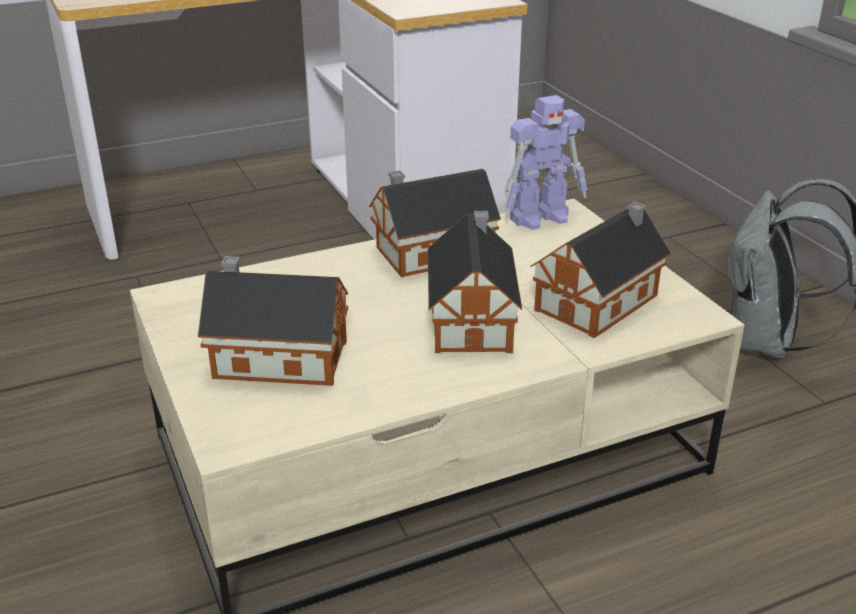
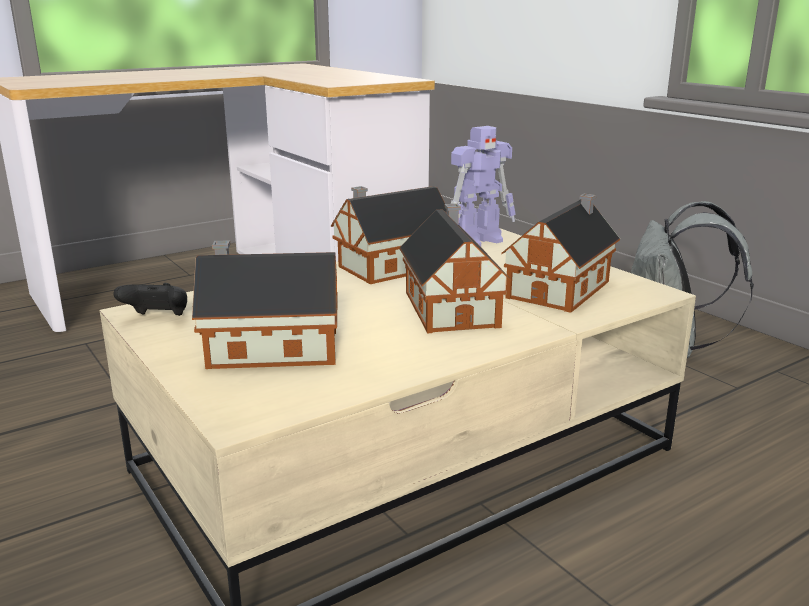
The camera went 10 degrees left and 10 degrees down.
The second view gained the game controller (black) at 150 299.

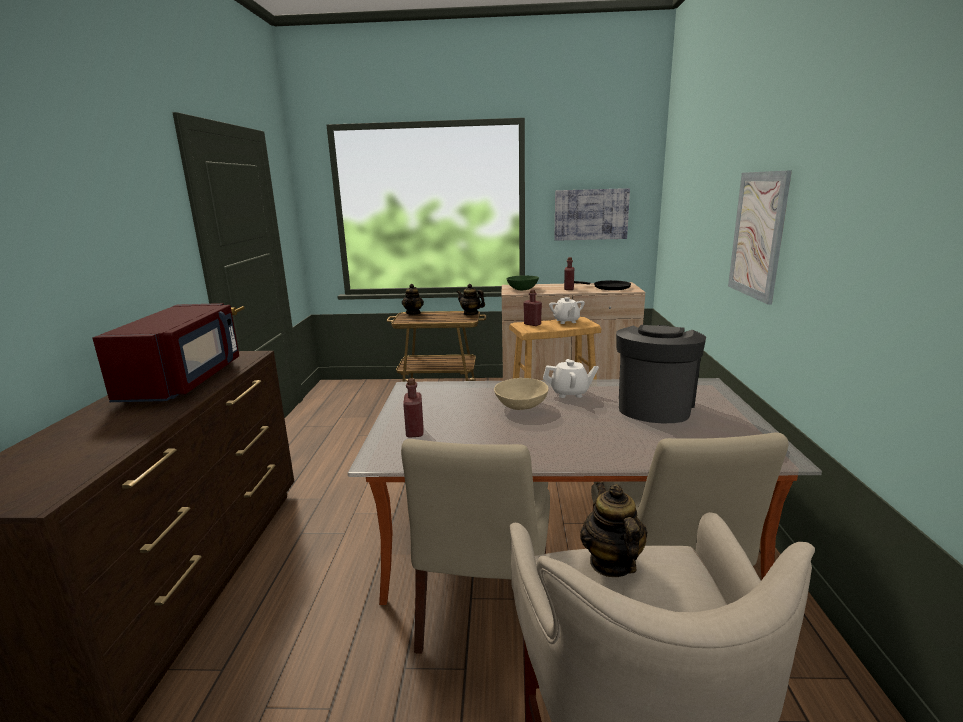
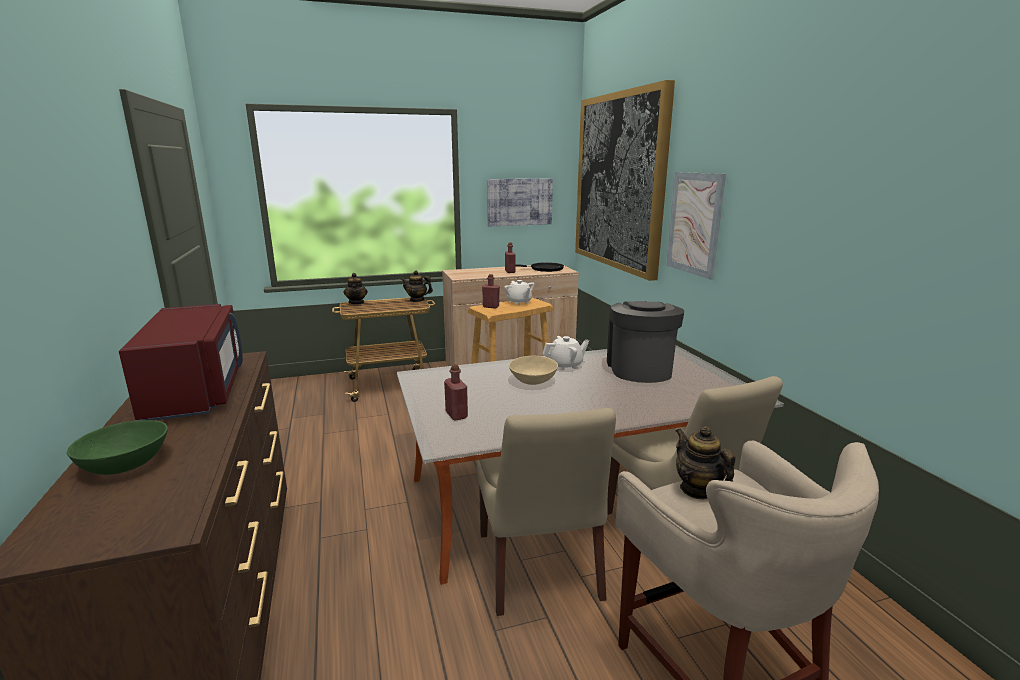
The camera went 20 degrees left and 0 degrees up.
The bowl (green) ended up elsewhere, having gone from 522 283 to 117 447.
The second view gained the picture at 625 180.

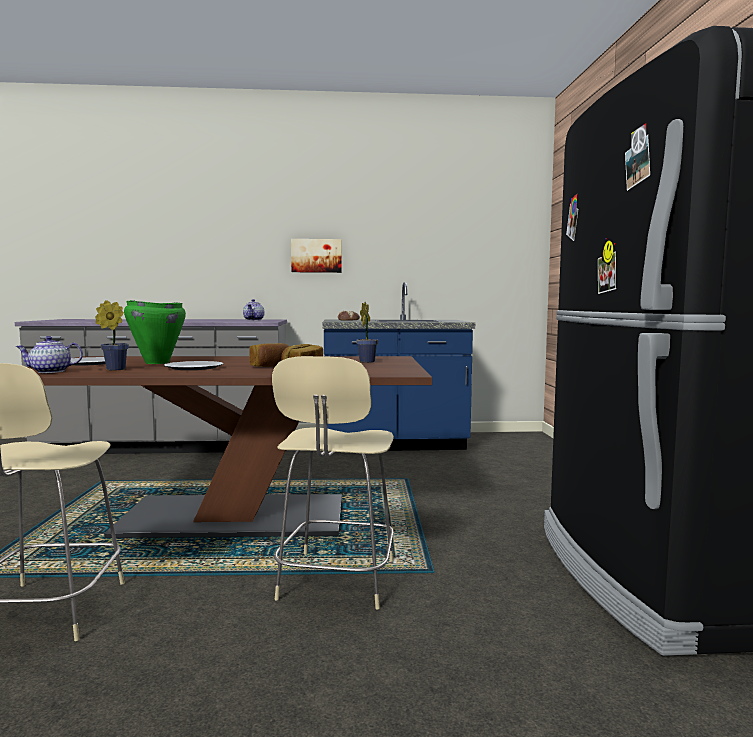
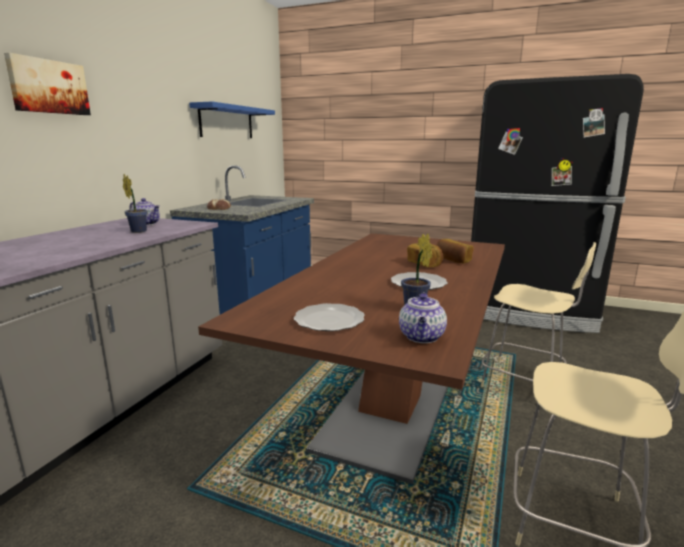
The camera went 65 degrees left and 10 degrees up.
The second view lost the cooking pot (green) at 155 332.
The picture ended up elsewhere, having gone from 316 256 to 47 84.
The potted plant ended up elsewhere, having gone from 367 332 to 135 203.
The second view gained the shelf (blue) at 232 119.

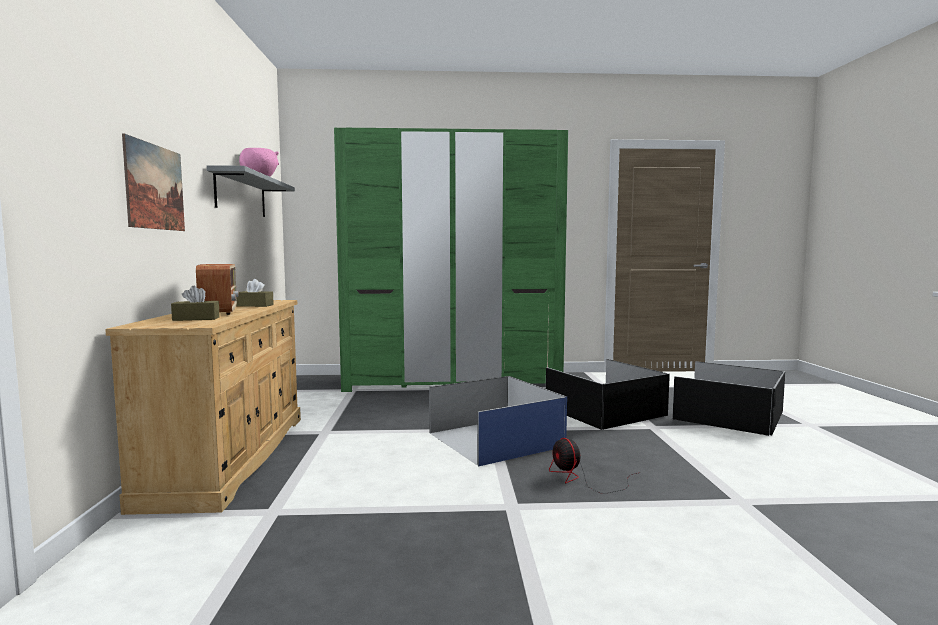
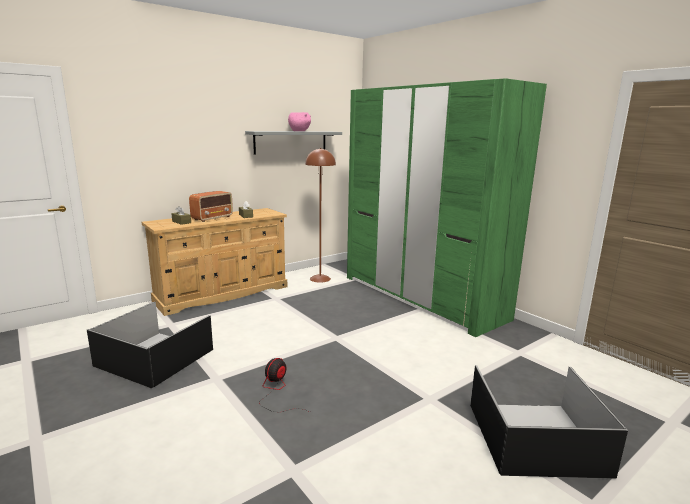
The camera went 55 degrees right and 10 degrees up.
The second view lost the picture at 153 182.
The second view lost the storage box (blue) at 498 421.
The storage box (black) ended up elsewhere, having gone from 608 394 to 150 345.
The second view gained the floor lamp (brown) at 320 215.

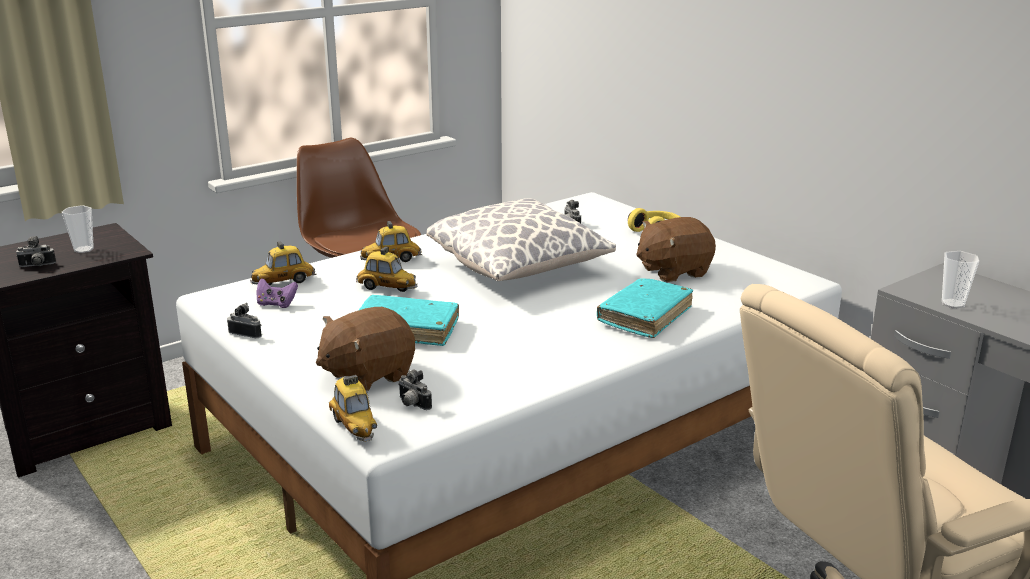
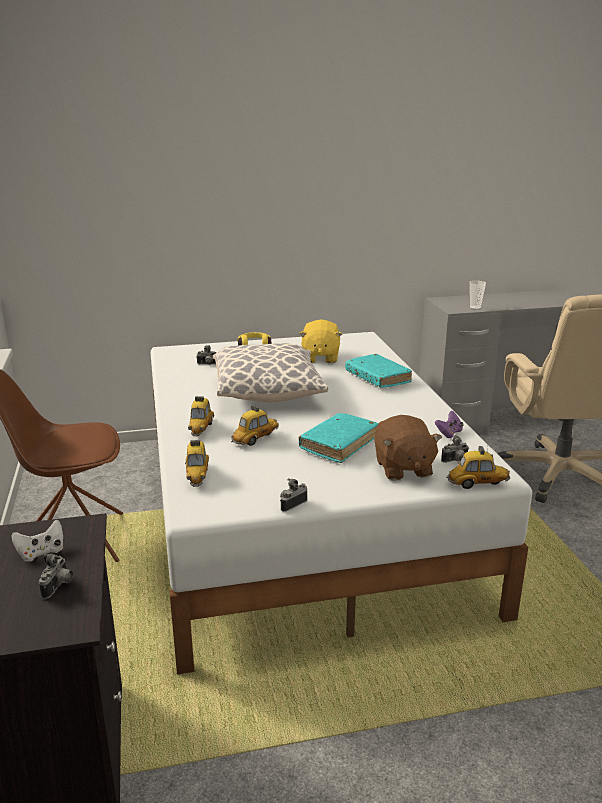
The camera went 65 degrees left and 0 degrees up.
Where the cup stood at 78 229, the game controller (white) came to stand at 37 540.
The game controller (purple) ended up elsewhere, having gone from 277 293 to 449 424.
What was the plush toy (brown) at 676 249 turned into the plush toy (yellow) at 320 341.

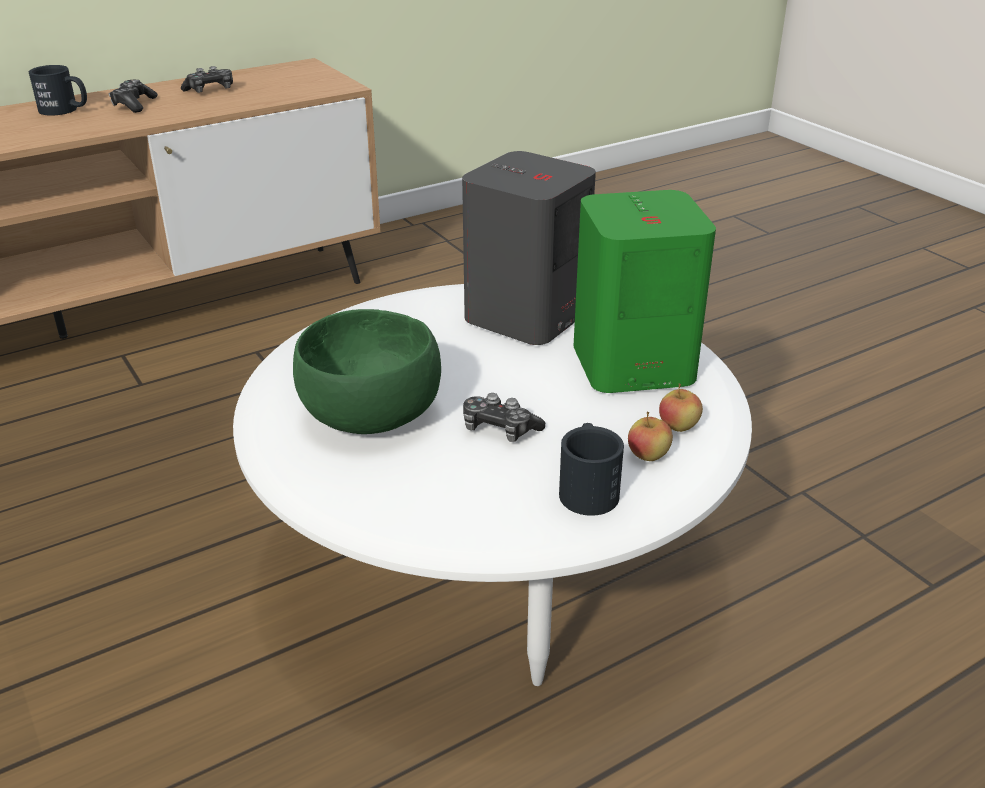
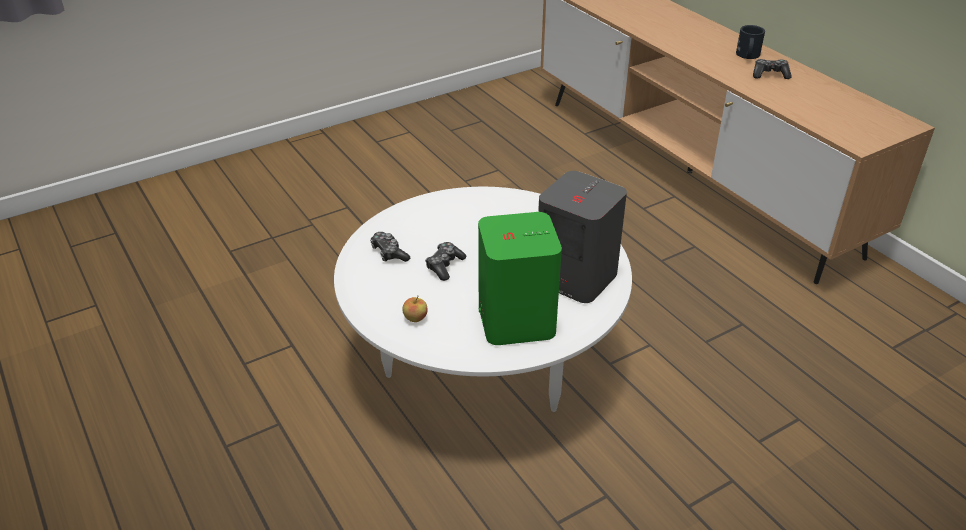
The camera went 90 degrees right and 5 degrees up.
The game controller ended up elsewhere, having gone from 207 79 to 390 247.
The second view lost the bowl (green) at 367 371.
The second view lost the mug (black) at 591 469.
The second view lost the apple at 681 407.

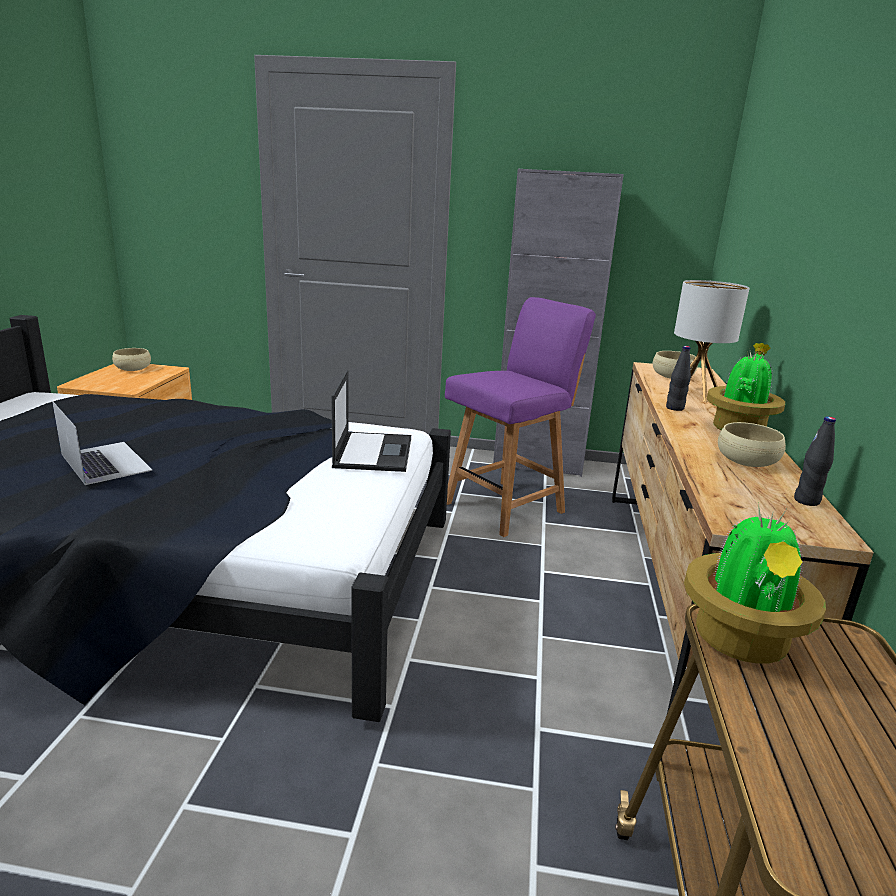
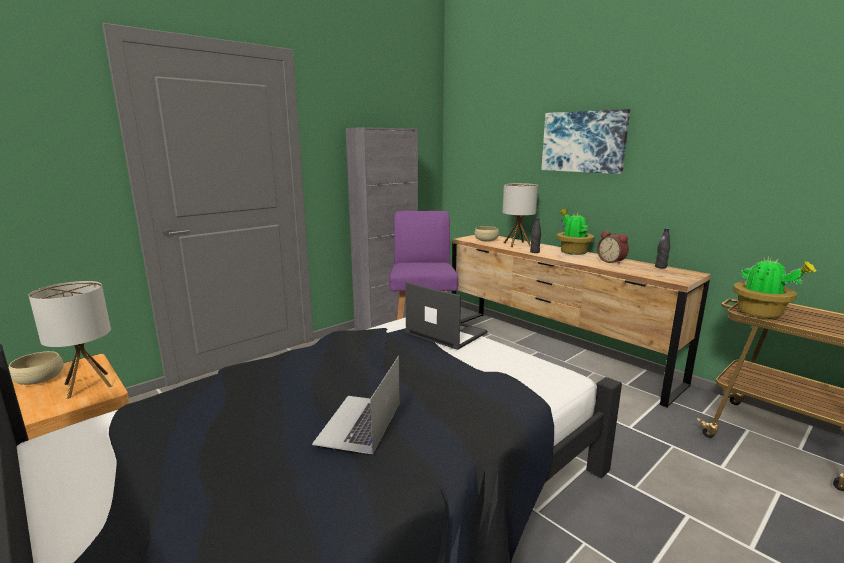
The camera went 50 degrees left and 5 degrees down.
The laptop at 102 443 ended up facing another way, 75 degrees counterclockwise from before.
Where the bowl (beige) stood at 752 444, the alarm clock came to stand at 613 247.
The second view gained the table lamp at 71 340.
The second view gained the picture at 585 141.

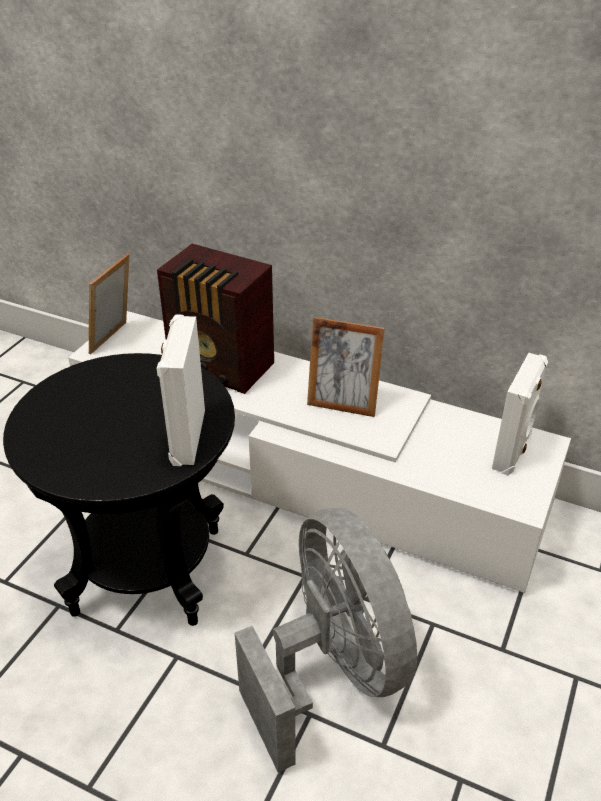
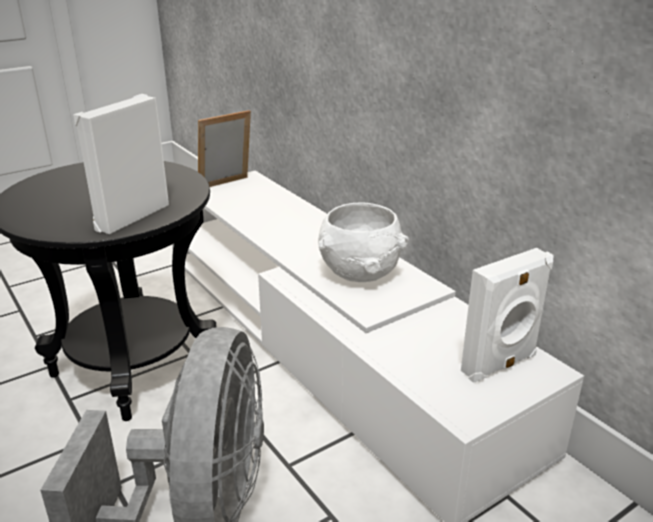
The camera went 30 degrees right and 10 degrees down.
The second view lost the radio at 215 319.
Where the picture frame stood at 346 367, the bowl (white) came to stand at 363 242.

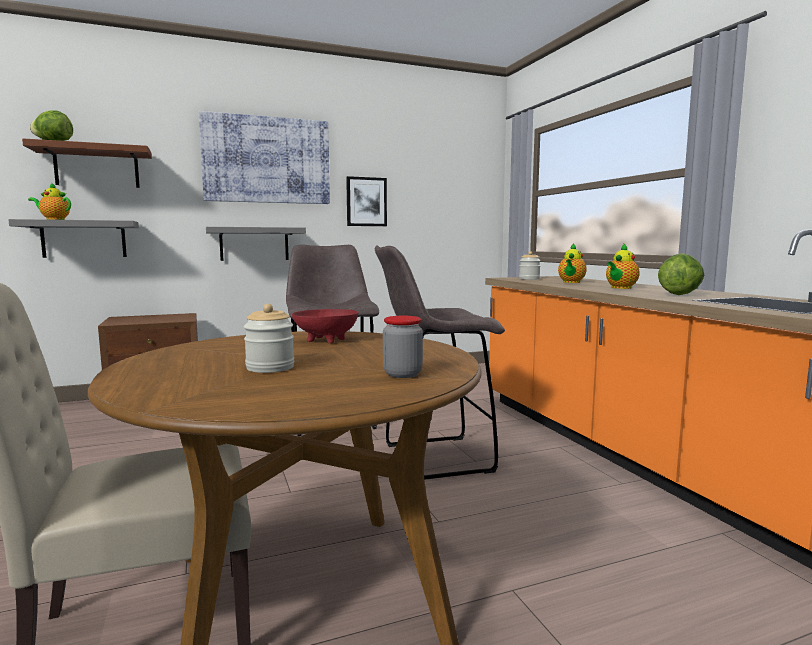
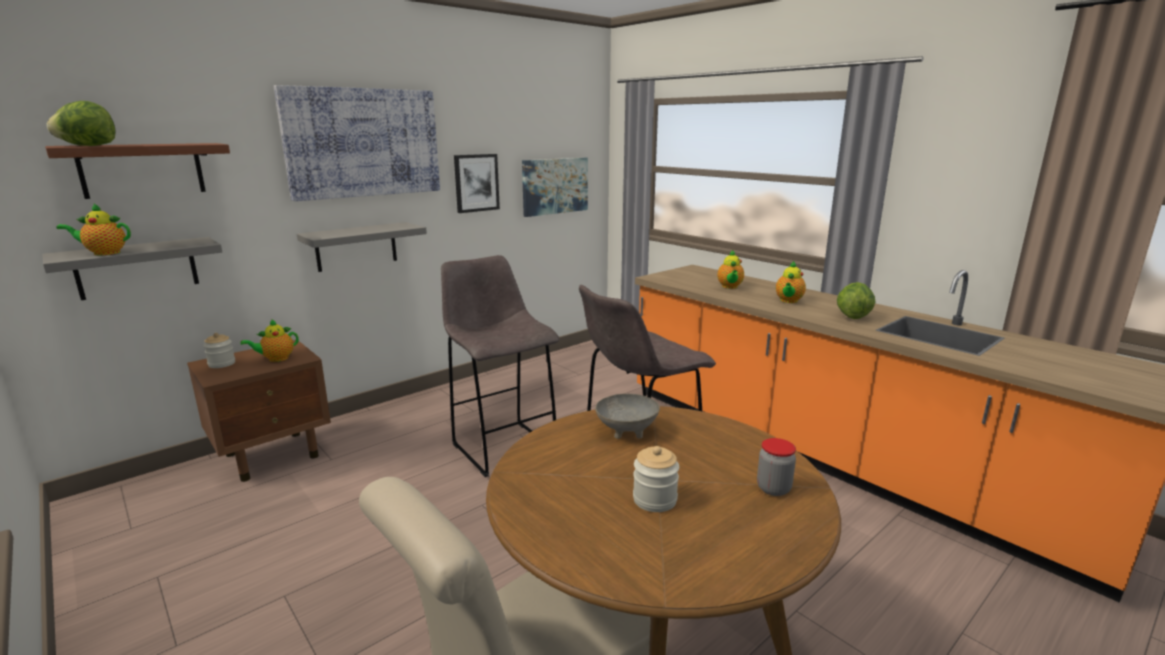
The camera went 20 degrees left and 10 degrees up.
What was the bowl (red) at 325 326 turned into the bowl (grey) at 627 416.
The jar ended up elsewhere, having gone from 530 265 to 219 350.
The second view gained the teapot at 270 340.
The second view gained the picture at 555 187.

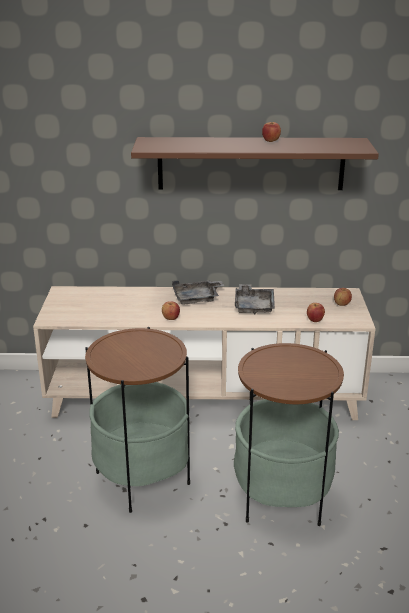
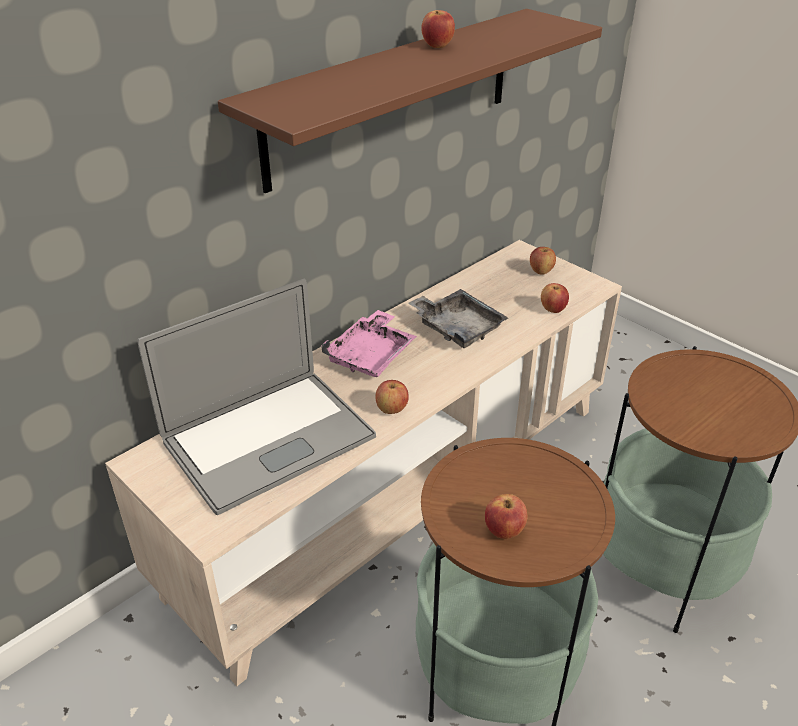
The camera went 45 degrees left and 10 degrees up.
What was the tray (grey) at 198 292 turned into the tray (pink) at 369 343.
The second view gained the laptop at 257 397.
The second view gained the apple at 506 516.

